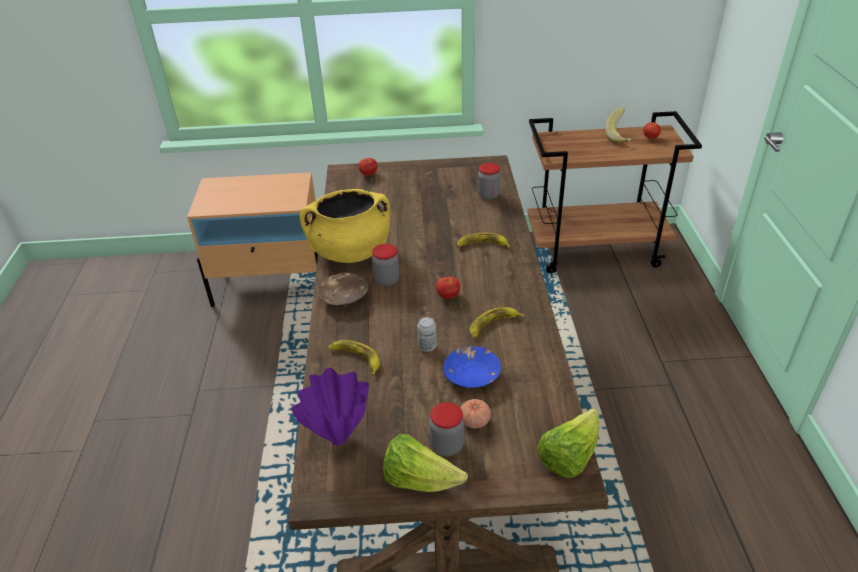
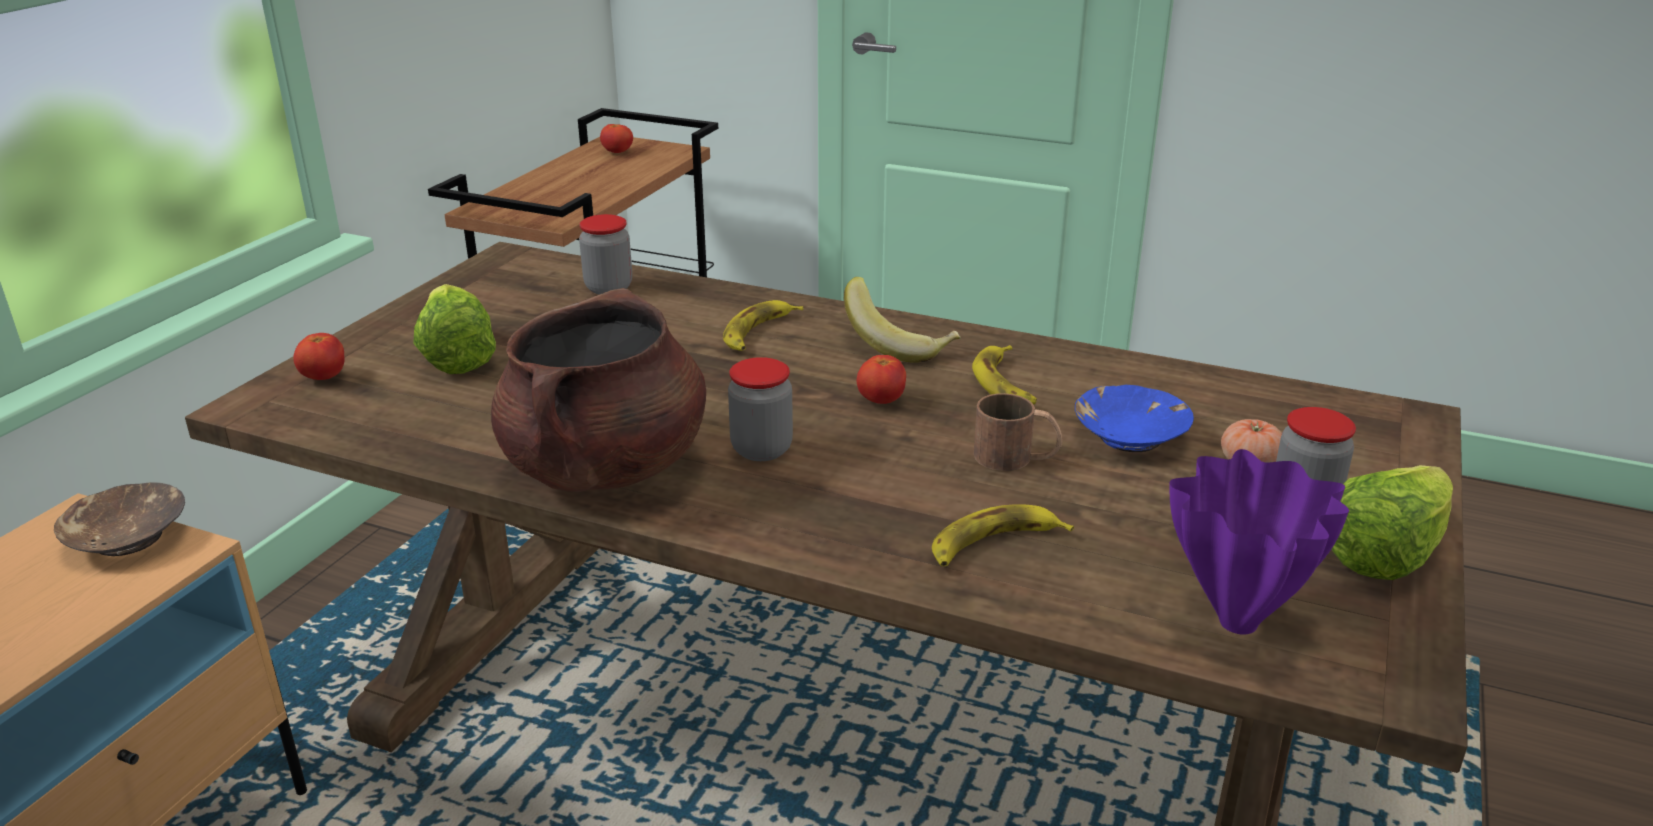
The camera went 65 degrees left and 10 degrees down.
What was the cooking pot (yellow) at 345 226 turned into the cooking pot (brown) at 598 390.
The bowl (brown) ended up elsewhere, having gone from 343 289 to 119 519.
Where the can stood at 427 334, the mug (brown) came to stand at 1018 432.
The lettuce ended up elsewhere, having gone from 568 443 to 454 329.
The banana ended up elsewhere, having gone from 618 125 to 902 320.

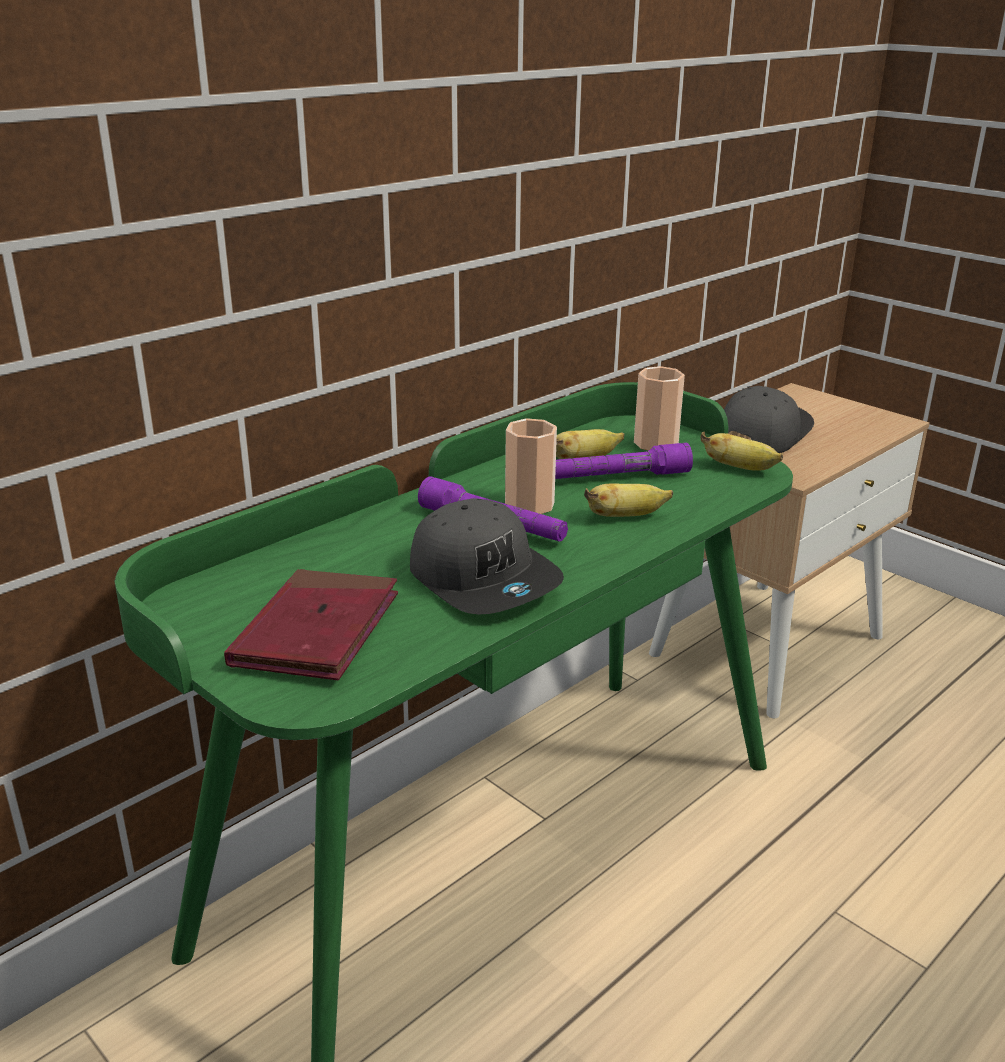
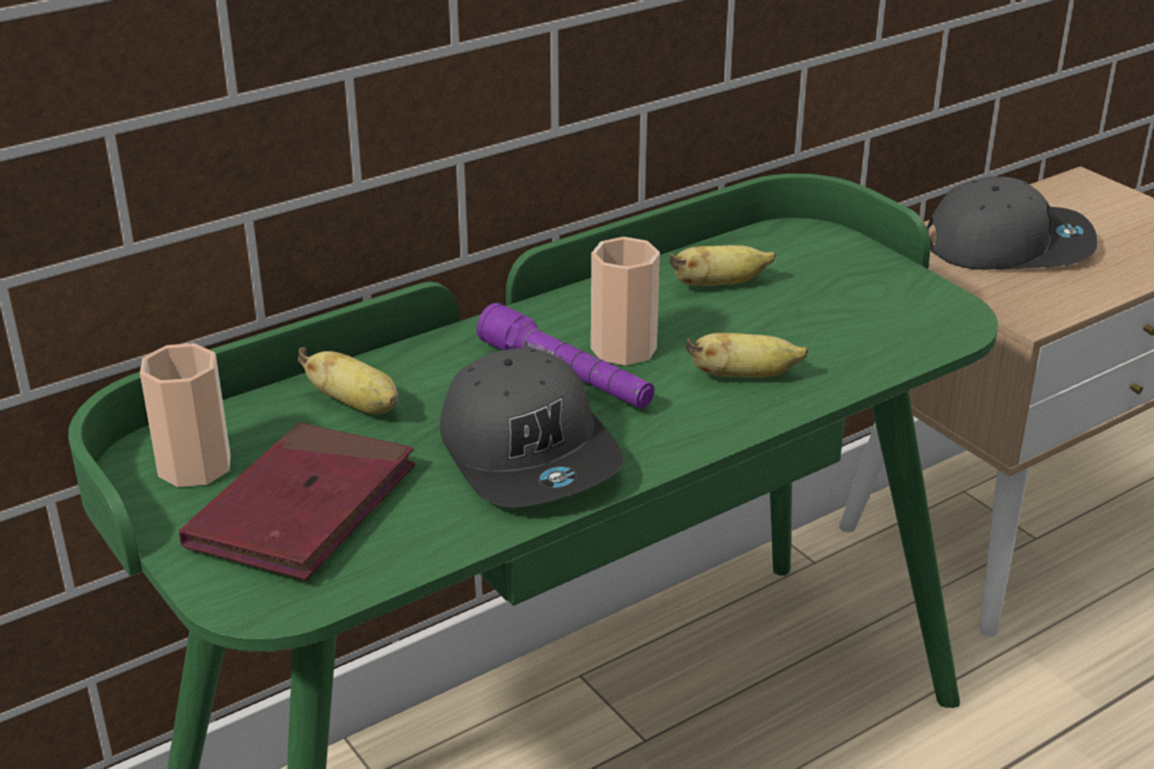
The camera went 10 degrees right and 5 degrees up.
The second view lost the flashlight (purple) at 624 461.
The cup ended up elsewhere, having gone from 659 408 to 185 415.
The banana ended up elsewhere, having gone from 742 451 to 348 380.
The cap (grey) at 769 419 ended up facing another way, 45 degrees clockwise from before.

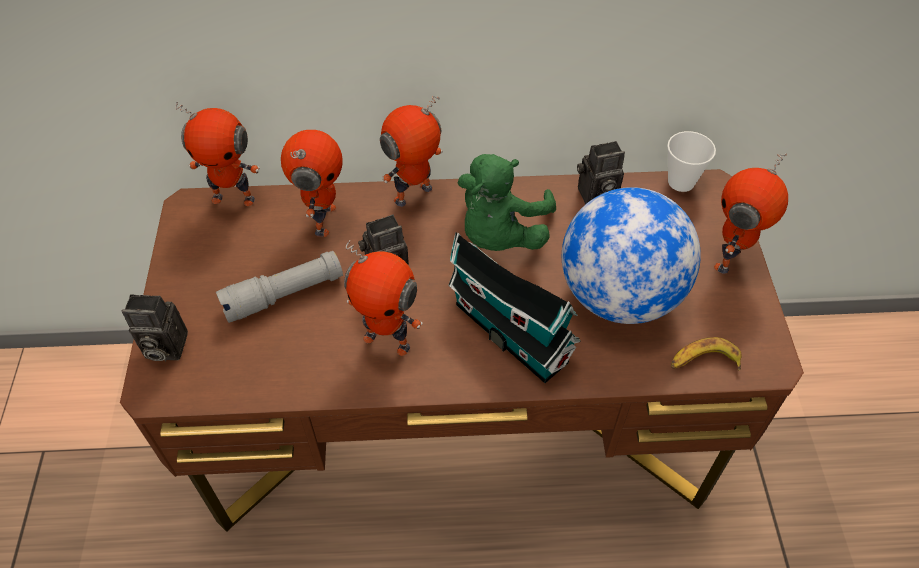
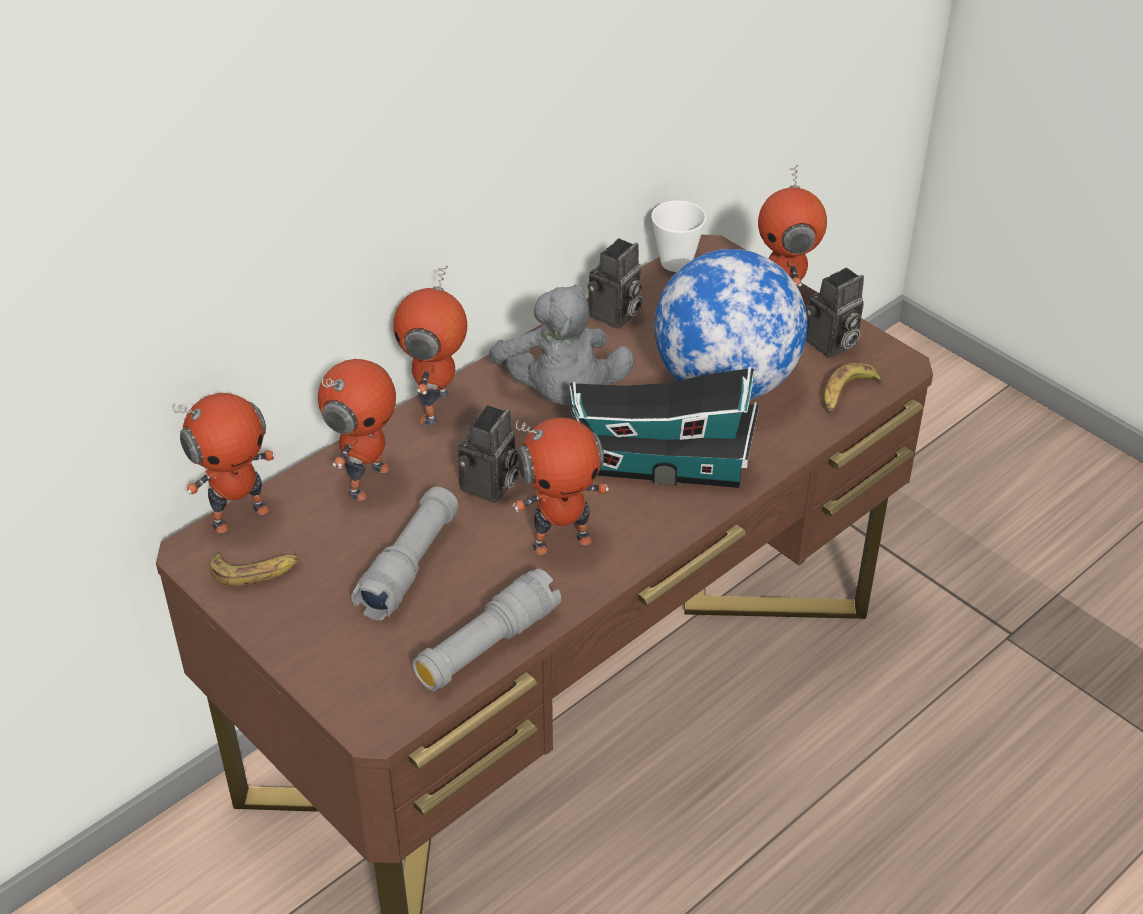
The camera went 40 degrees left and 10 degrees down.
The photo camera ended up elsewhere, having gone from 155 327 to 835 312.
The toy robot at 312 183 ended up facing another way, 60 degrees clockwise from before.
What was the plush toy (green) at 506 202 turned into the plush toy (grey) at 561 344.
The second view gained the banana at 254 568.
The second view gained the flashlight (grey) at 486 629.

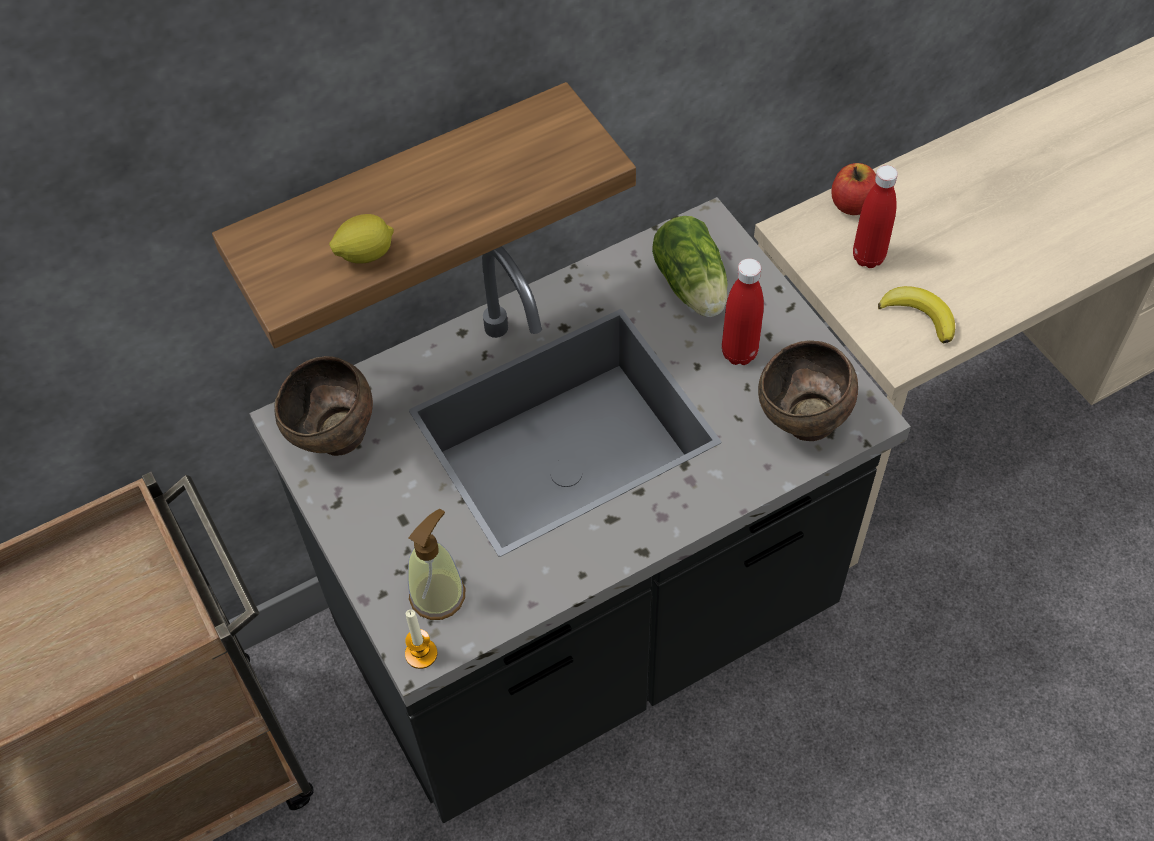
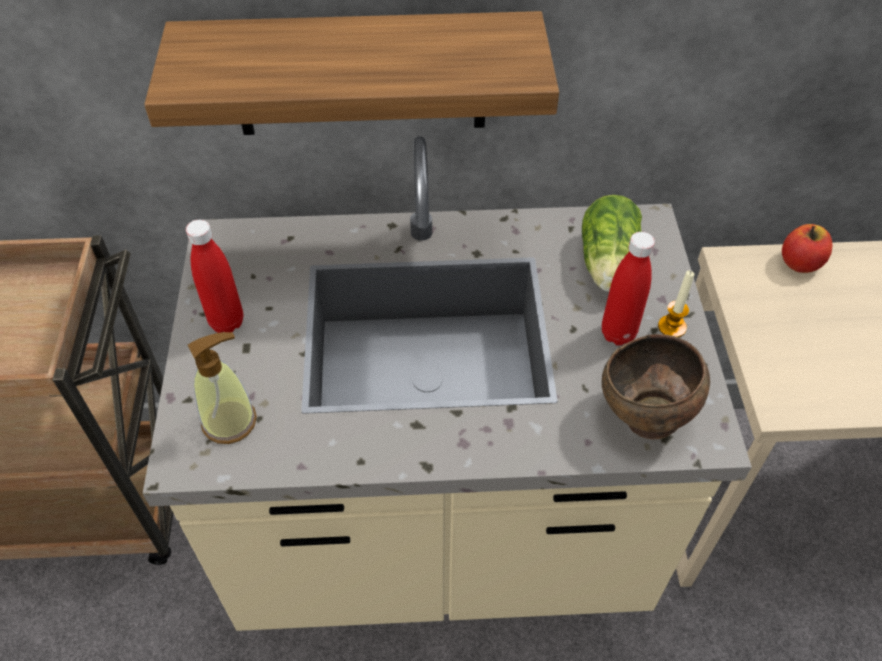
The camera went 25 degrees right and 5 degrees down.
What was the counter (black) at 580 510 turned into the counter (beige) at 447 383.
The second view lost the bowl (brown) at 323 406.
The second view lost the lemon at 361 239.
The candle ended up elsewhere, having gone from 421 639 to 676 304.
The bottle (red) ended up elsewhere, having gone from 875 216 to 214 276.
The second view lost the banana at 916 315.

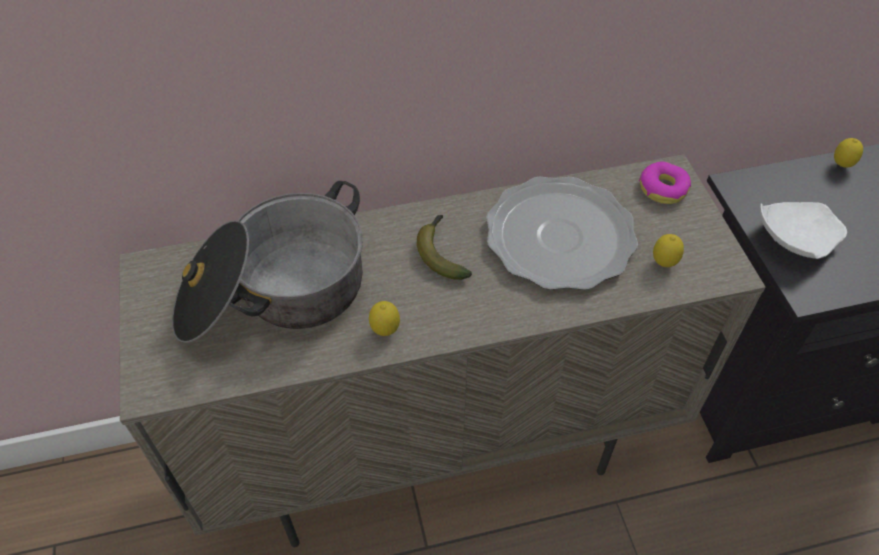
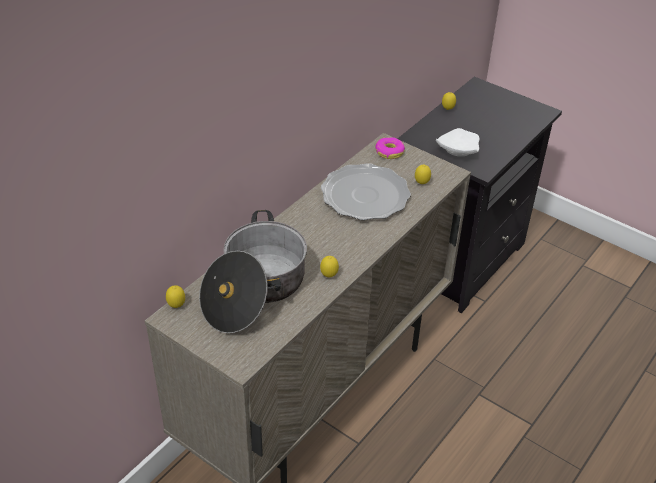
The camera went 40 degrees left and 10 degrees down.
The second view lost the banana at 444 247.
The second view gained the lemon at 175 296.

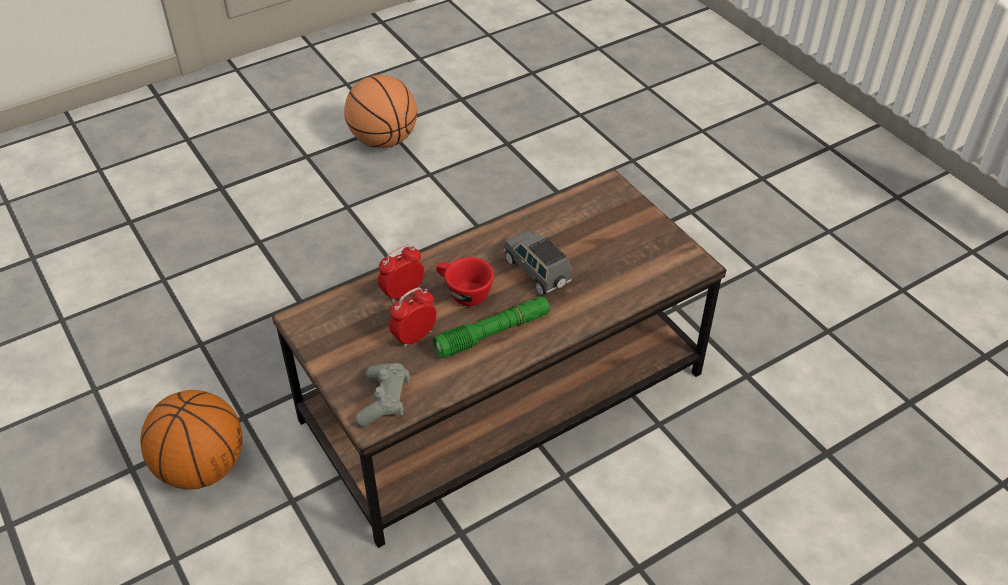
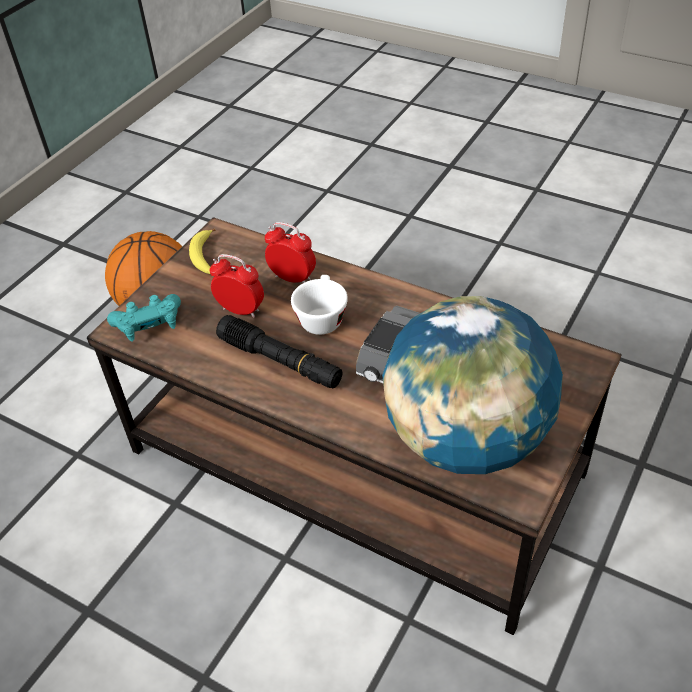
The camera went 65 degrees right and 0 degrees up.
The second view lost the basketball at 380 111.
What was the game controller (grey) at 382 395 turned into the game controller (turquoise) at 144 318.
What was the flashlight (green) at 491 327 turned into the flashlight (black) at 279 351.
What was the cup (red) at 465 281 turned into the cup (white) at 319 305.
The second view gained the banana at 202 251.
The second view gained the globe at 472 385.

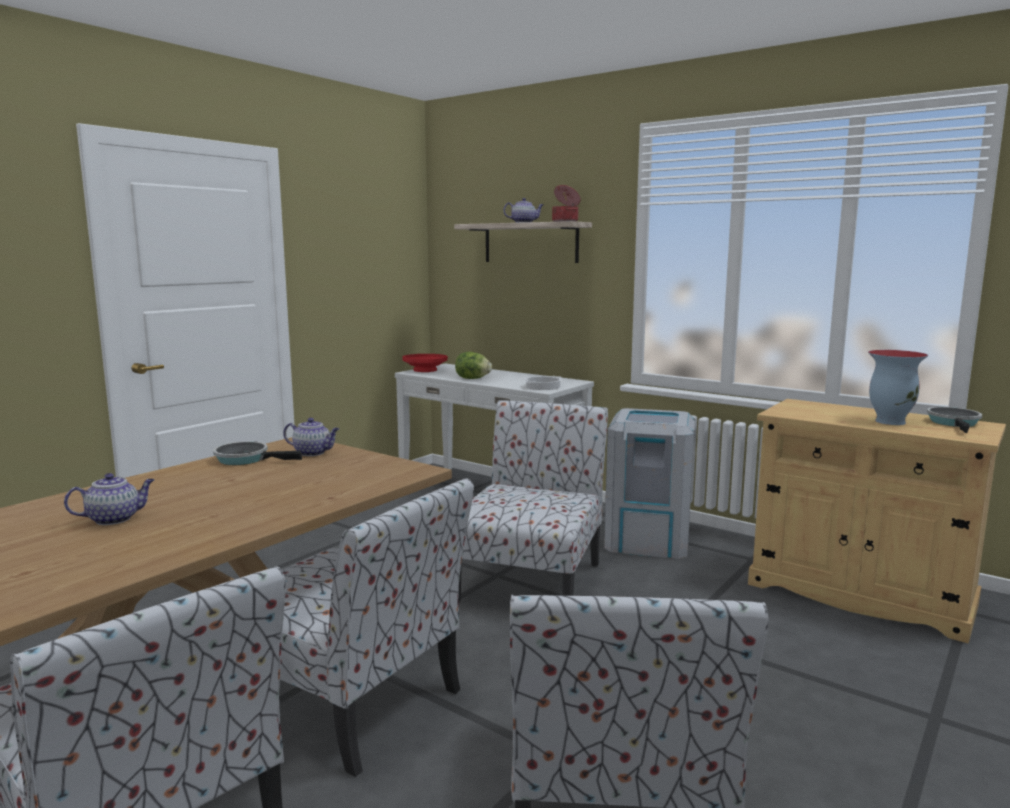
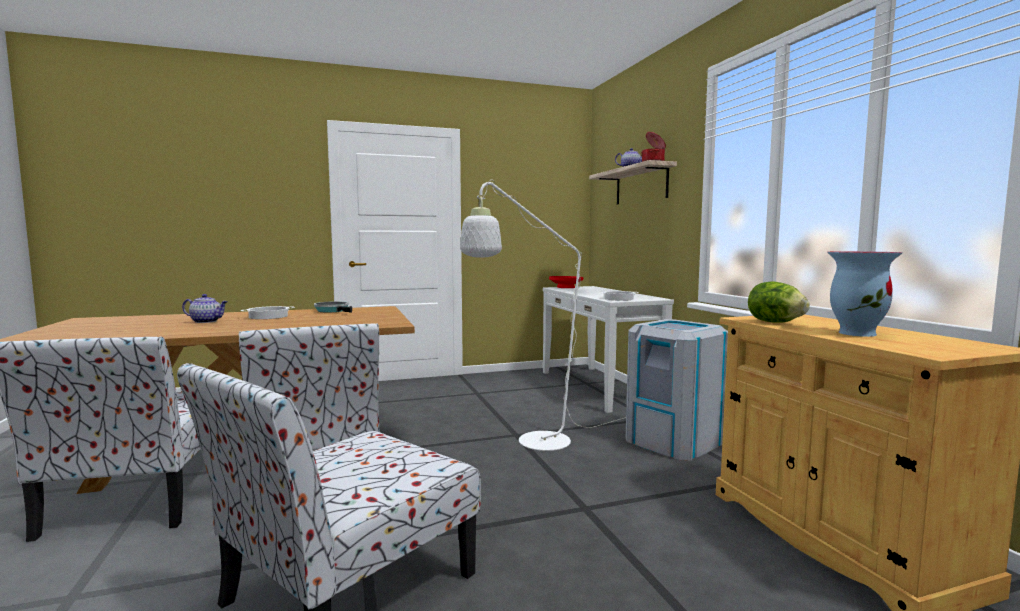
The camera went 35 degrees right and 5 degrees down.
The second view lost the teapot at 311 437.
The lettuce ended up elsewhere, having gone from 473 365 to 779 302.
Where the chair stood at 533 501, the floor lamp (white) came to stand at 543 315.
The second view lost the frying pan at 954 420.
The second view gained the cooking pot at 268 312.

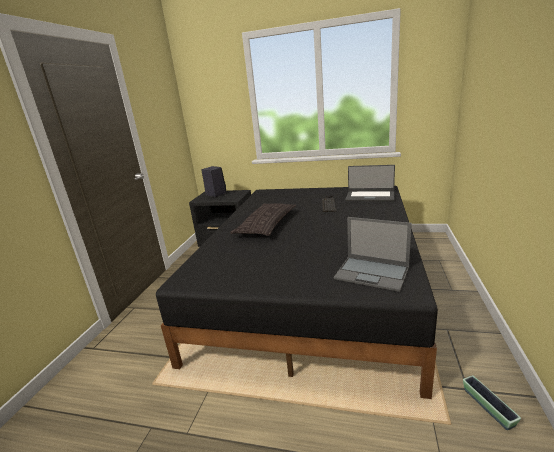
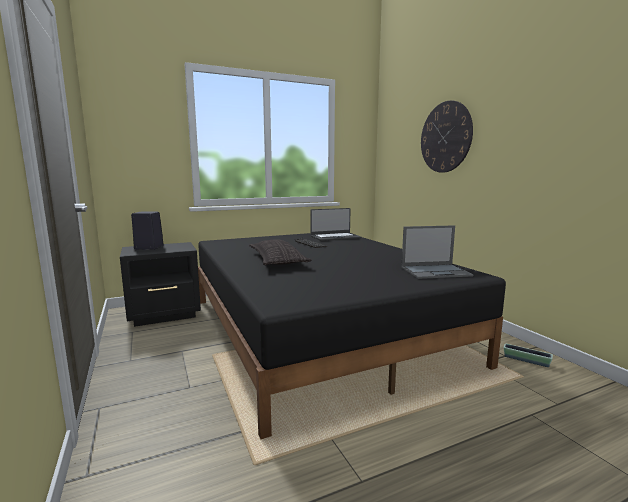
The camera went 40 degrees left and 10 degrees down.
The second view gained the wall clock at 447 136.

